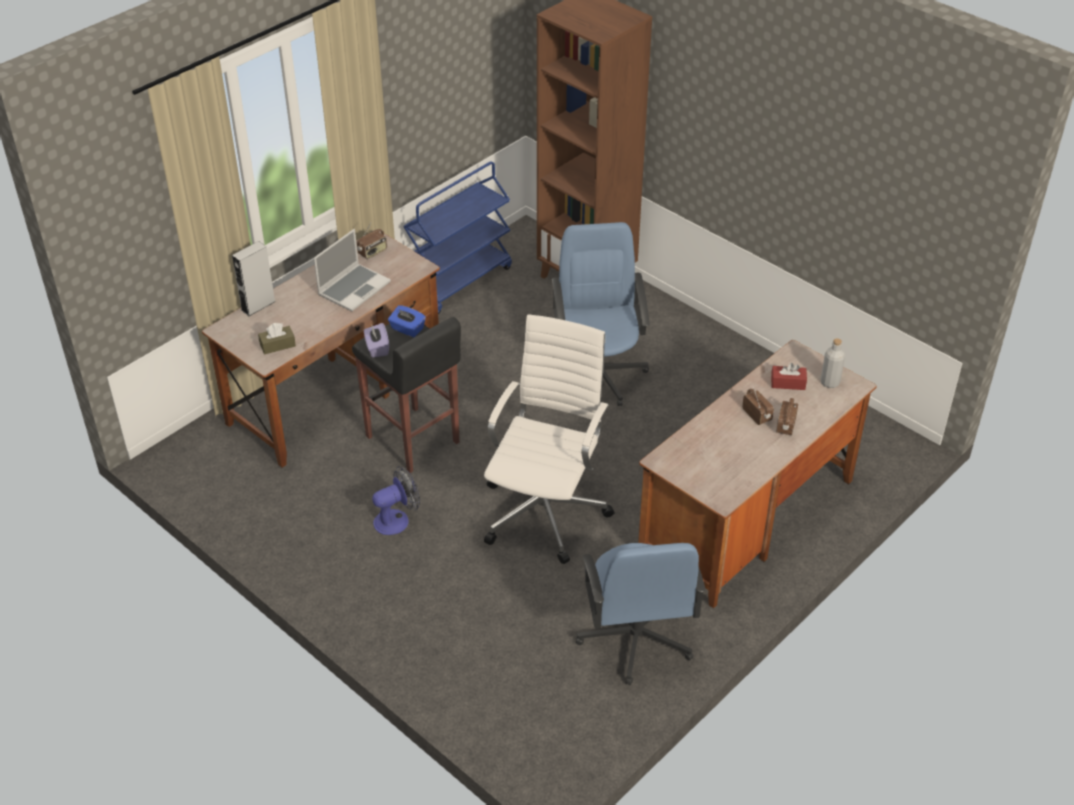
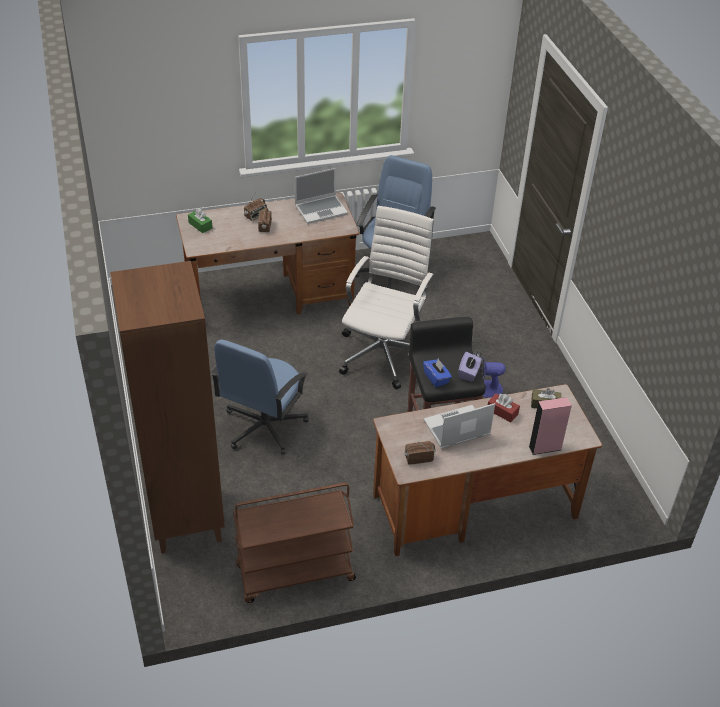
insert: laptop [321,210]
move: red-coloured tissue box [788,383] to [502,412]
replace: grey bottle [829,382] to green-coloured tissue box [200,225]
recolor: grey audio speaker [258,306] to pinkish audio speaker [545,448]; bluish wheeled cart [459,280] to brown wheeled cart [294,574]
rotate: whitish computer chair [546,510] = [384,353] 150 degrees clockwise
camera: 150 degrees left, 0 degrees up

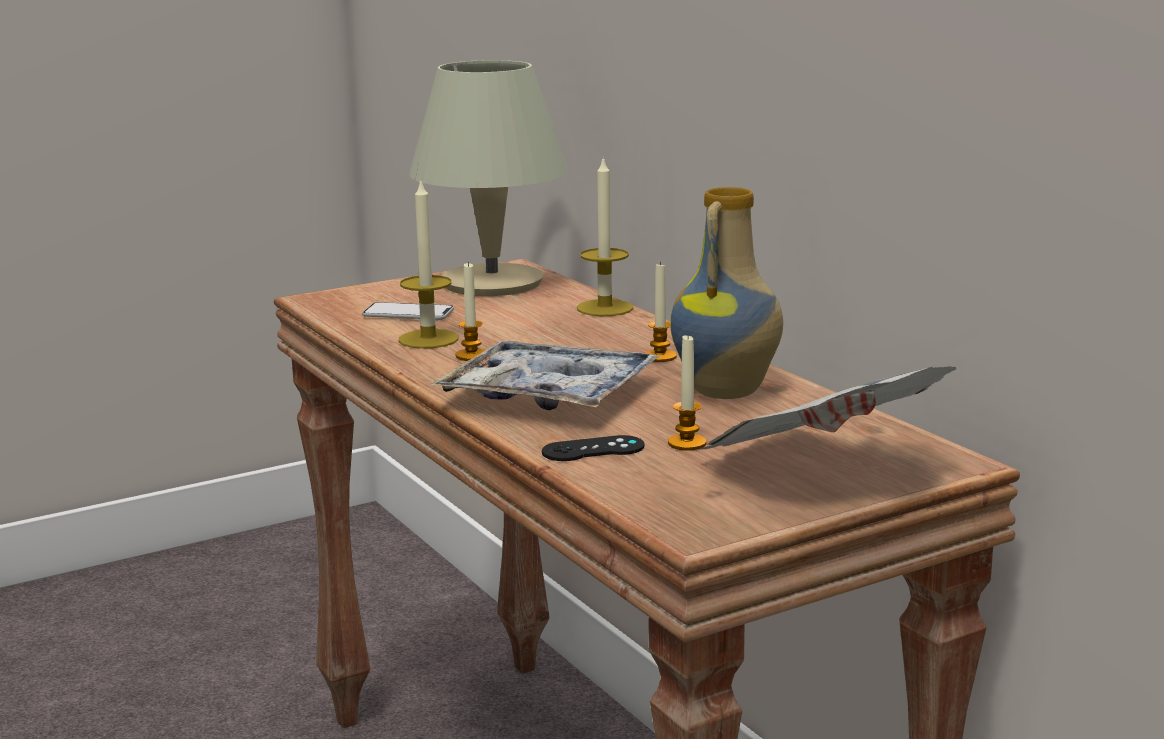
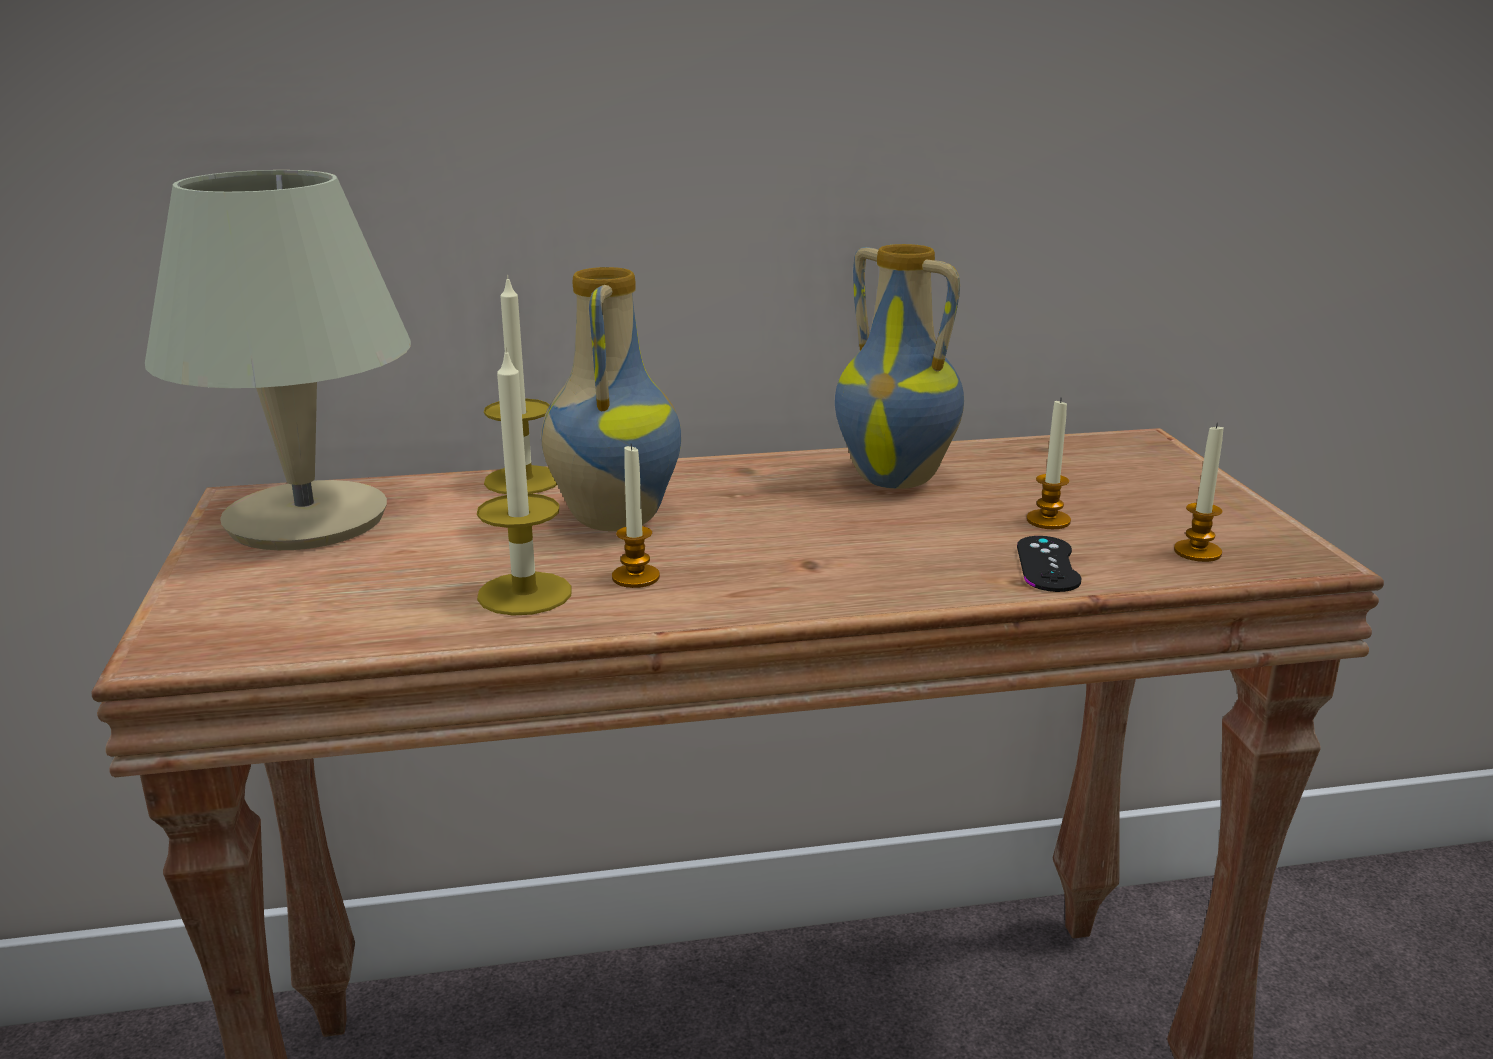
delete: telephone [408,313]; tray [548,395]; newspaper [821,473]
insert: flower vase [611,520]
move: wax light [660,357] to [1197,552]
camera: 70 degrees left, 5 degrees up

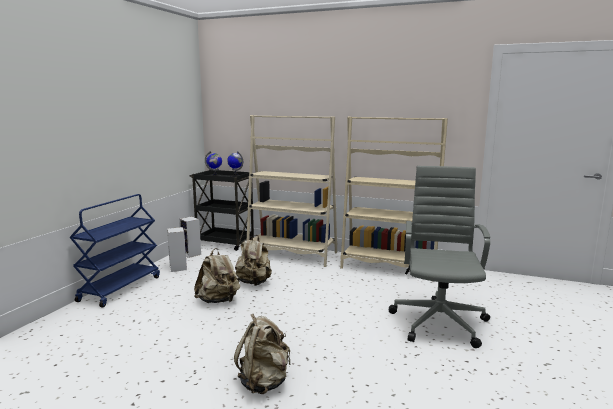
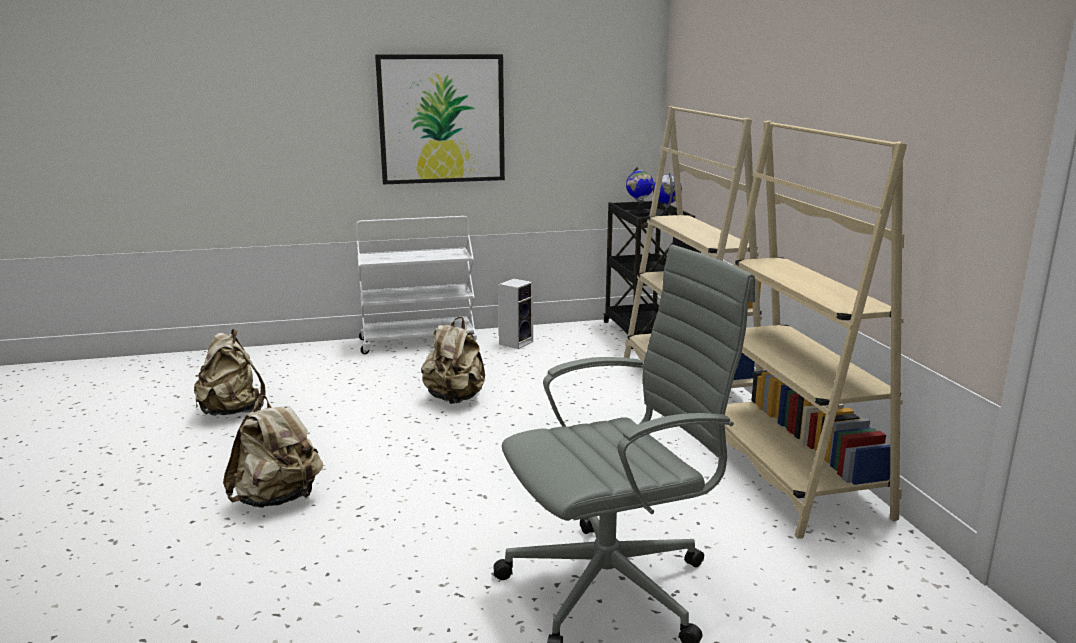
delete: audio speaker [192,254]
insert: wall art [441,119]
move: beige backpack [254,282] to [232,411]
recolor: bluish wheeled cart [120,288] to whitish wheeled cart [418,342]
camera: 55 degrees right, 5 degrees up

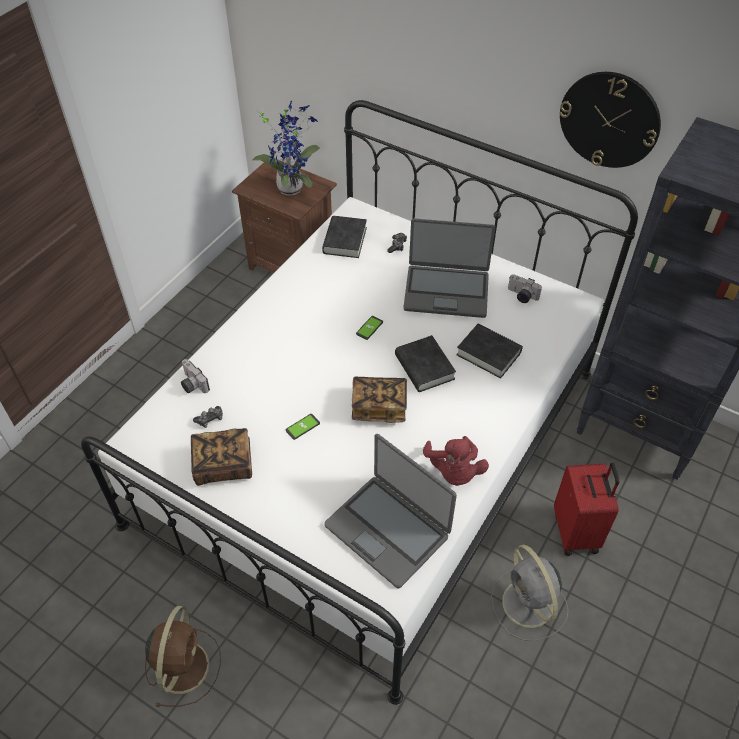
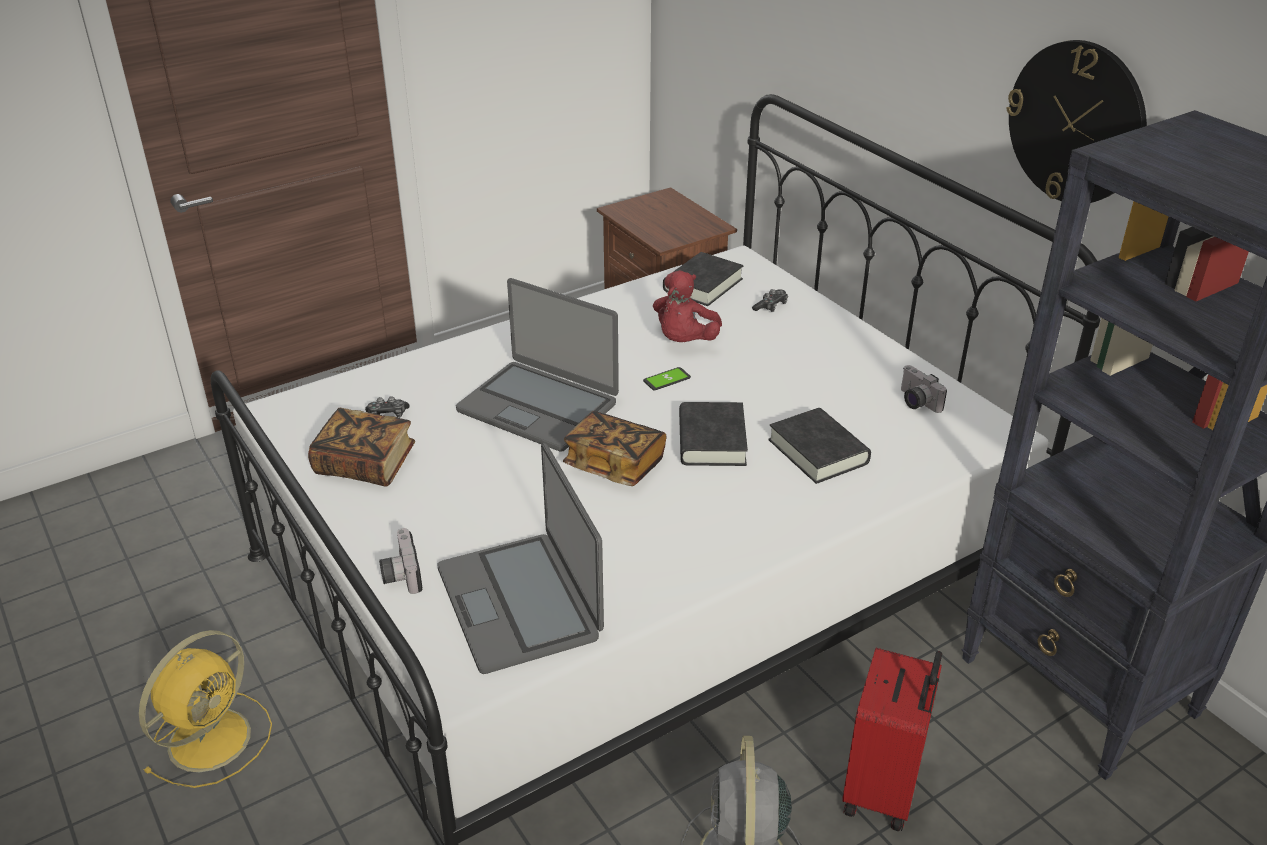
delete: potted plant [291,186]; telephone [302,427]
move: still camera [192,384] to [400,574]; laptop [446,291] to [538,406]; red-coloured soft toy [454,471] to [684,341]
recolor: brown electric fan [183,664] to yellowish electric fan [212,737]
camera: 25 degrees right, 15 degrees down

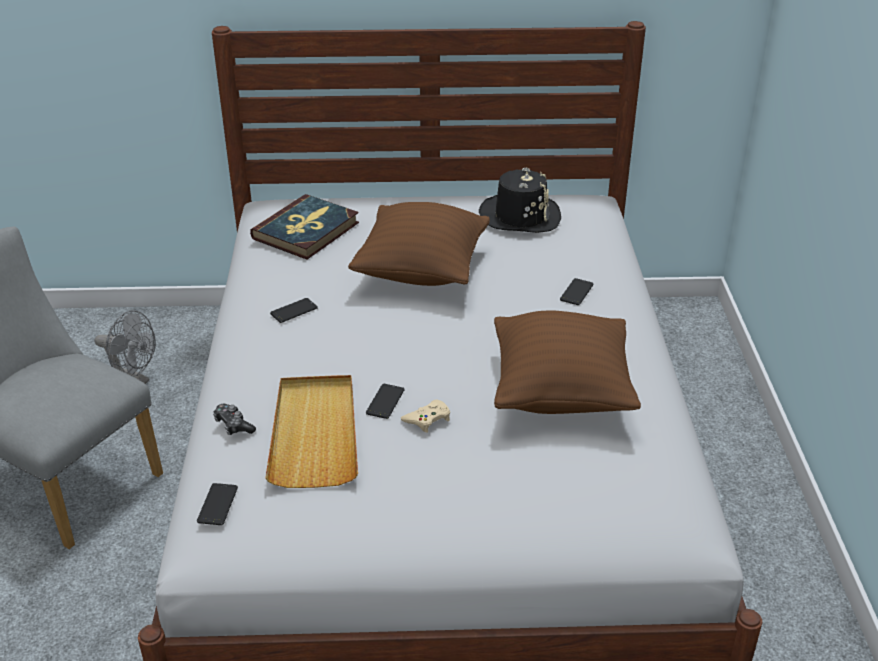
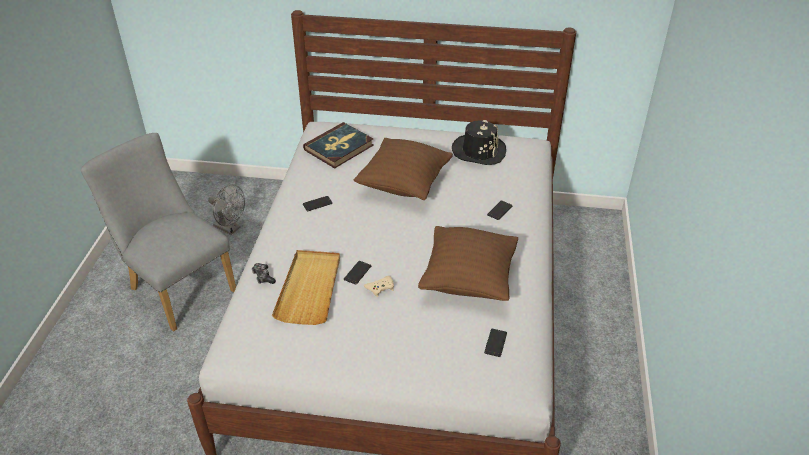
move: telephone [217,504] to [495,343]
camera: 10 degrees right, 5 degrees up

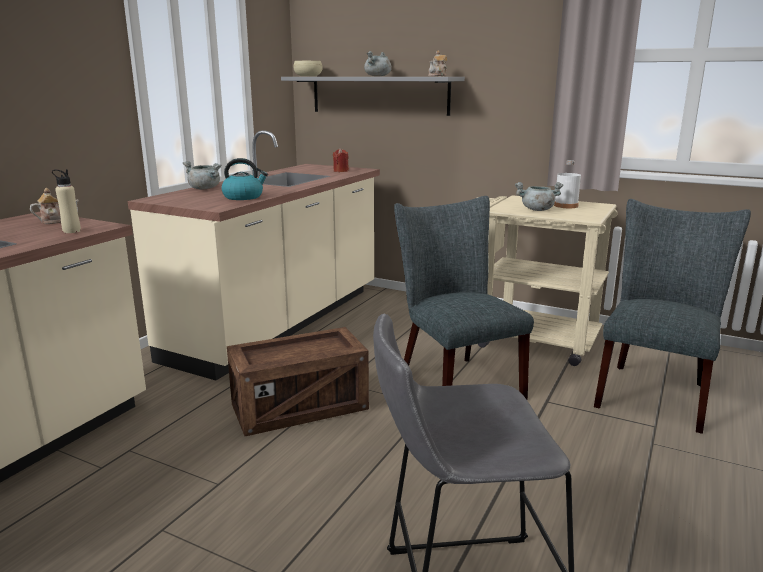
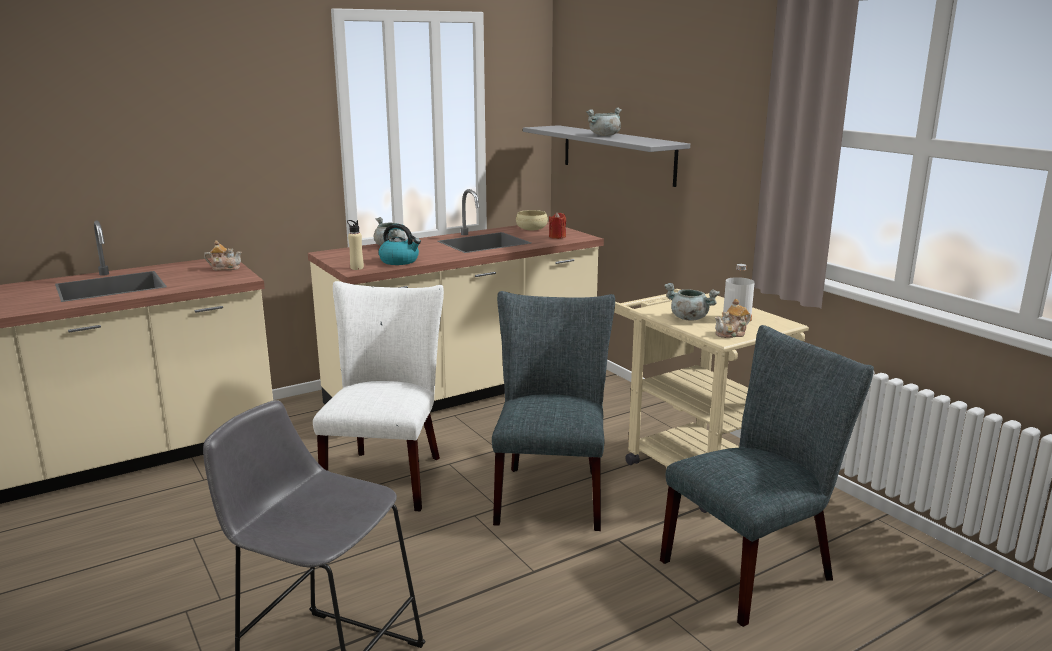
move: beige bottle [71,231] to [357,268]; beige deep dish [308,76] to [531,228]; pot for tea [438,76] to [732,334]
replace: shipping crate [300,407] to whitish chair [387,475]
camera: 30 degrees right, 0 degrees up

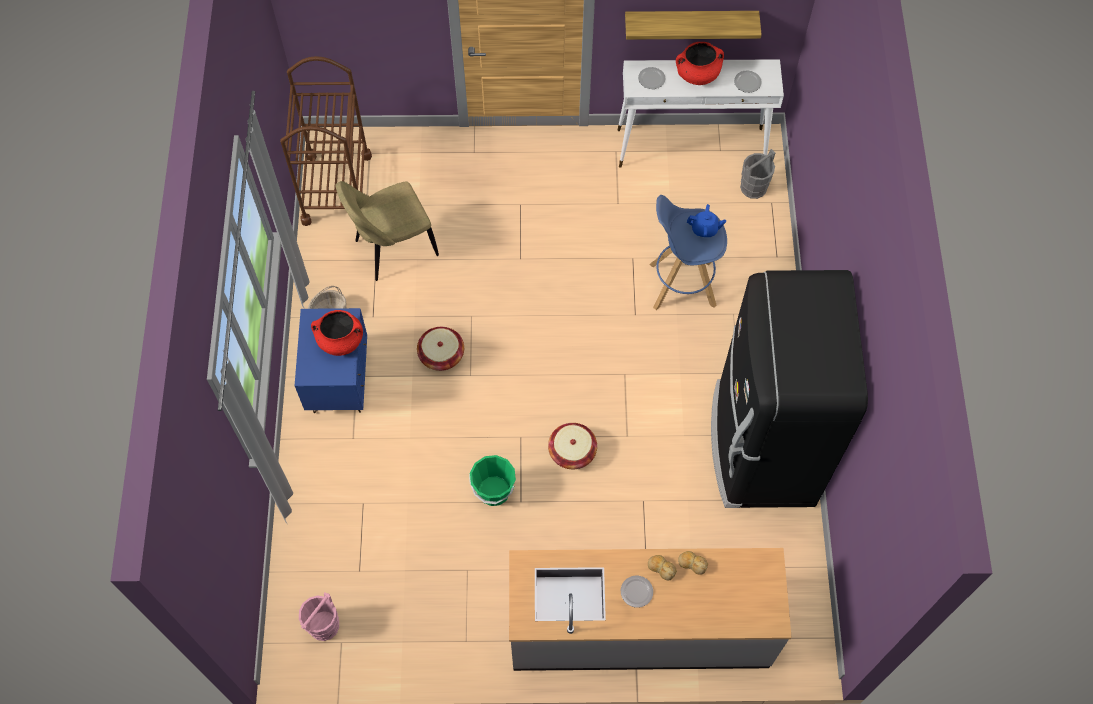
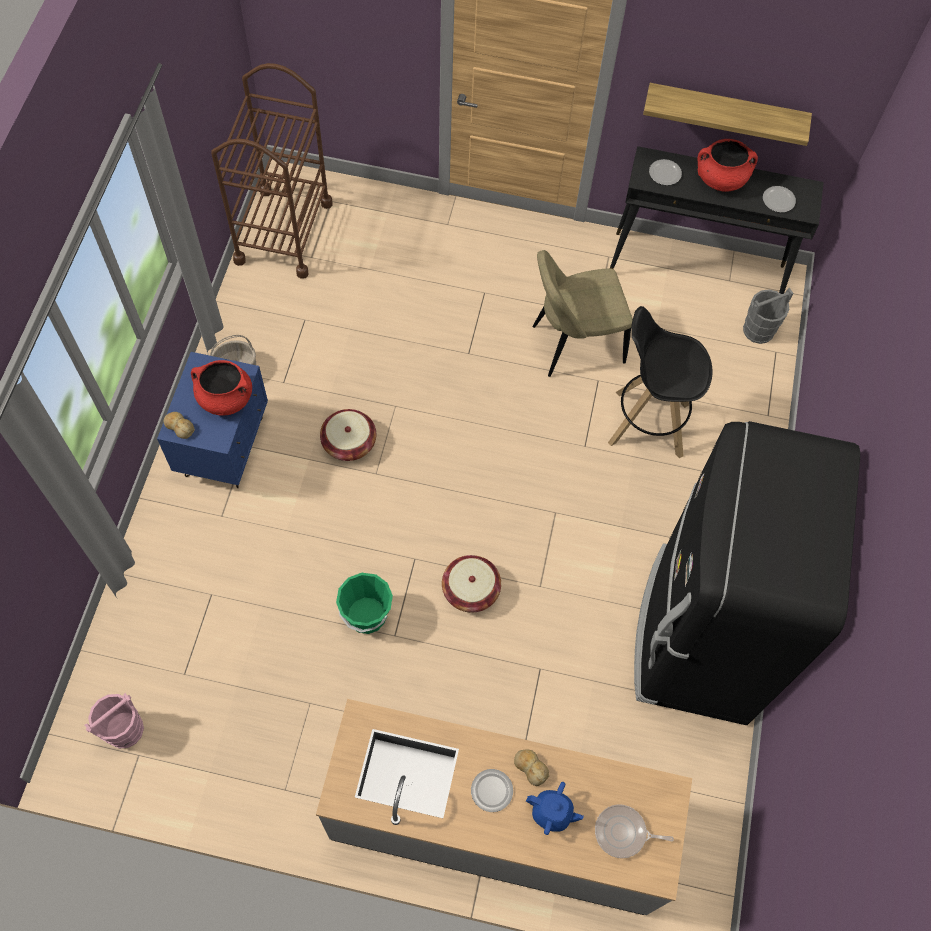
insert: frying pan [623,833]
move: beige chair [392,249] to [573,345]; bakery bread [692,563] to [179,427]; bluish pot for tea [704,229] to [552,813]
recolor: whitish hall table [691,147] to black-coloured hall table [697,270]; bluish stool seat [681,284] to black-coloured stool seat [647,423]
camera: 10 degrees right, 0 degrees up

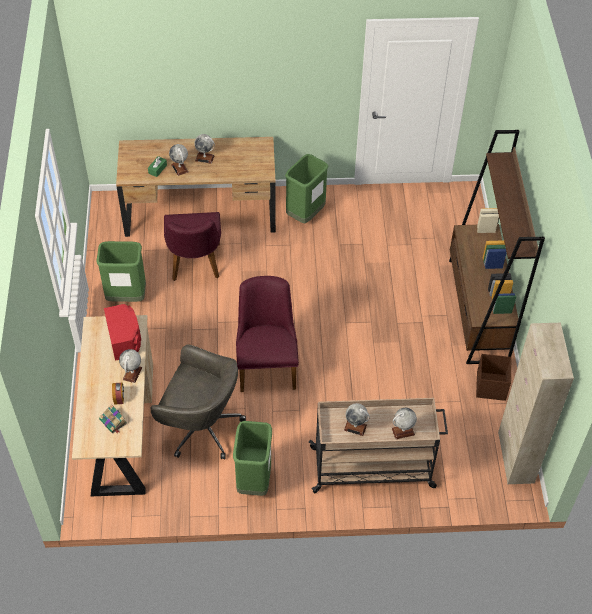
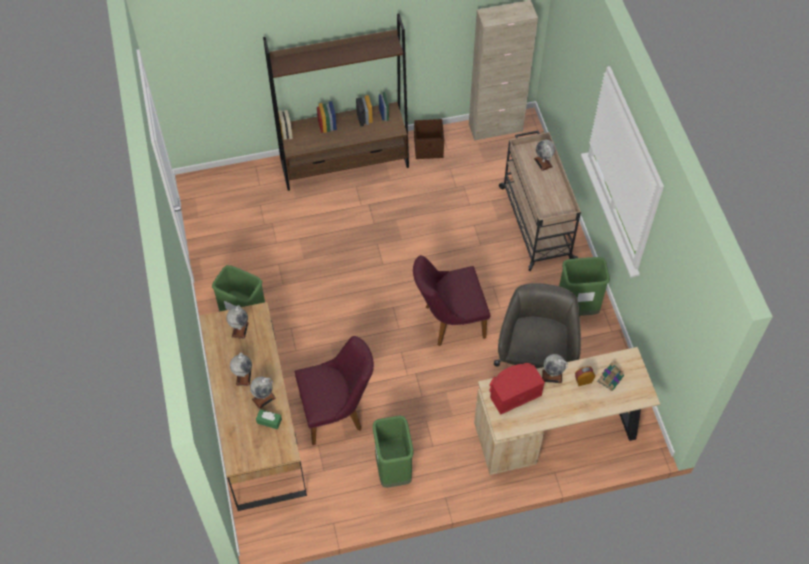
move: world globe [355,427] to [240,329]
camera: 100 degrees left, 5 degrees up

